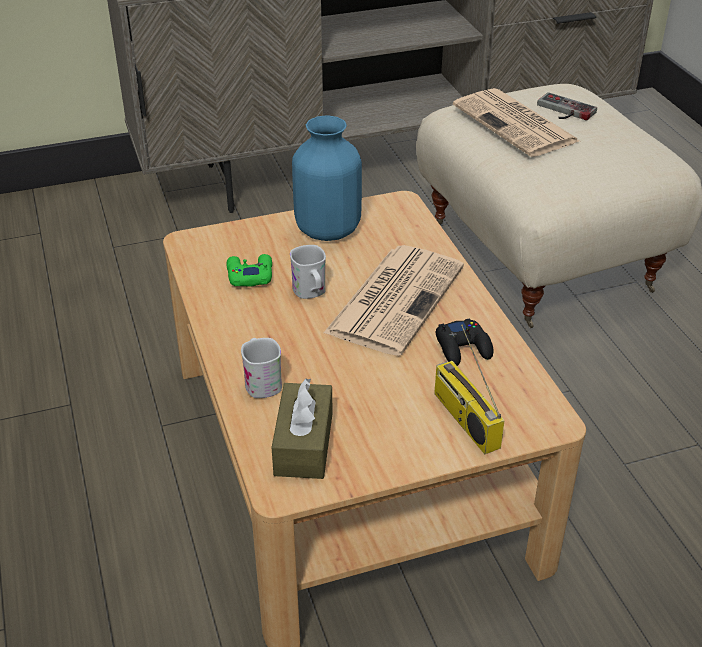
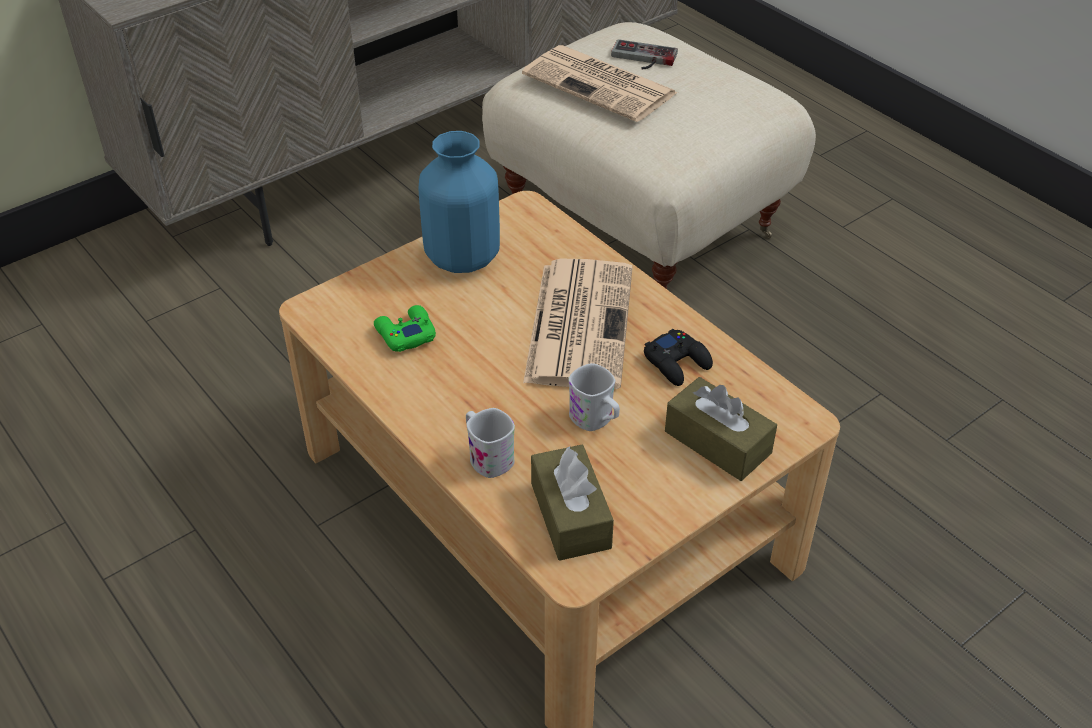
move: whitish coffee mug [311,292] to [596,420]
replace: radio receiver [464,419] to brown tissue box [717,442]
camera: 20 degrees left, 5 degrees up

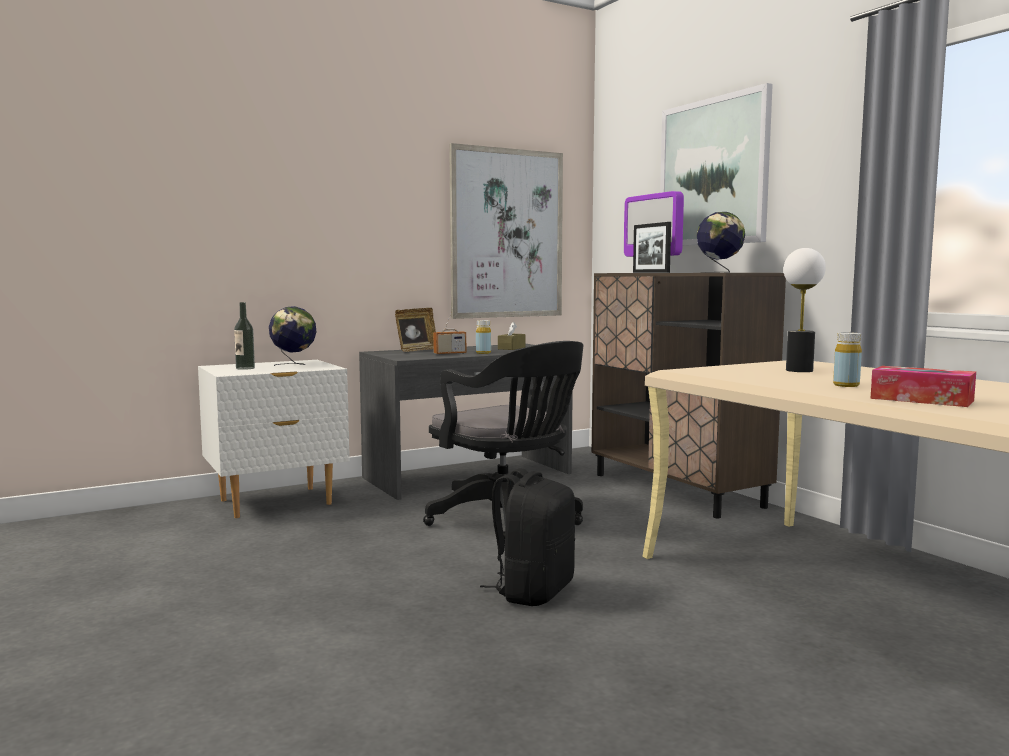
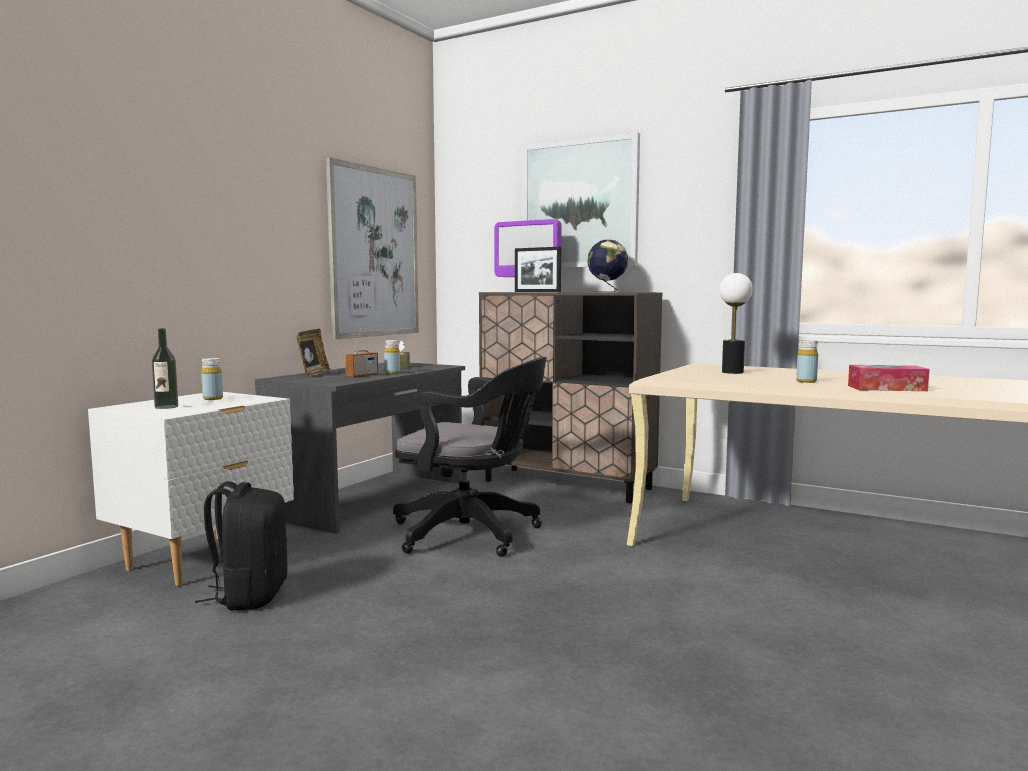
move: black-coloured backpack [533,591] to [249,596]
replace: world globe [294,365] to yellowish bottle [212,398]
camera: 30 degrees left, 0 degrees up

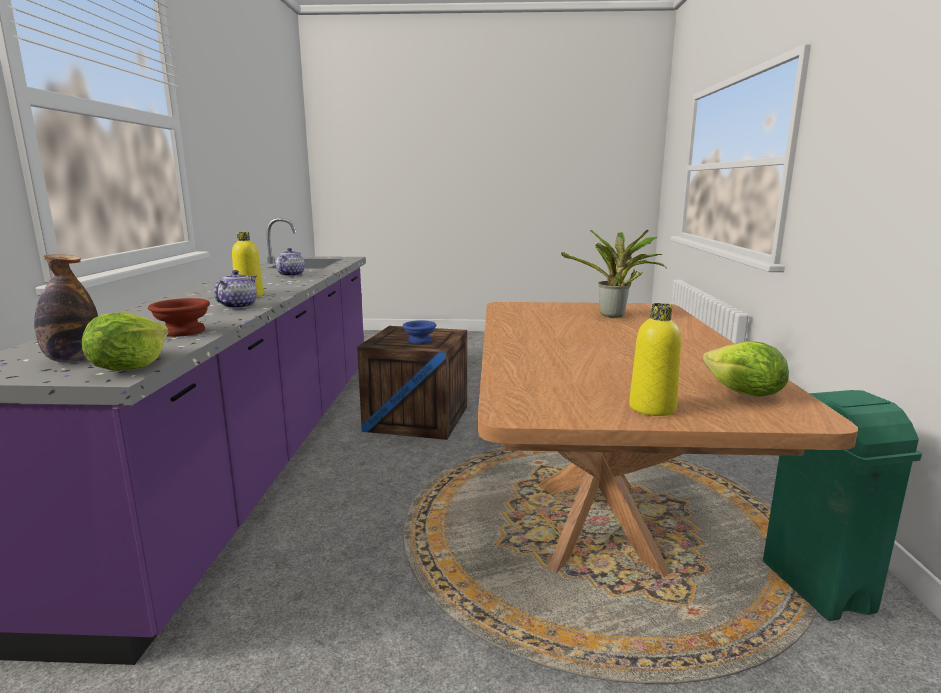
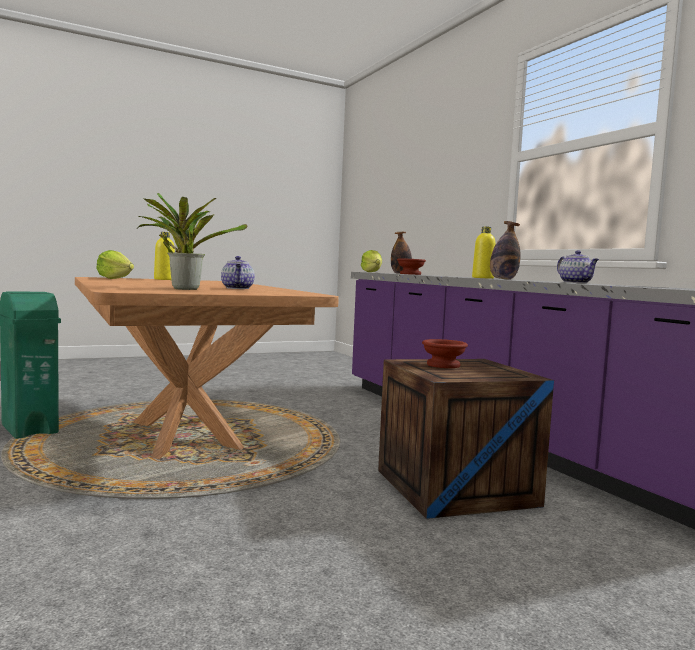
insert: bottle [503,279]
move: pot for tea [238,306] to [238,288]
recolor: bluish deep dish [420,341] to brown deep dish [442,365]
camera: 150 degrees right, 10 degrees down

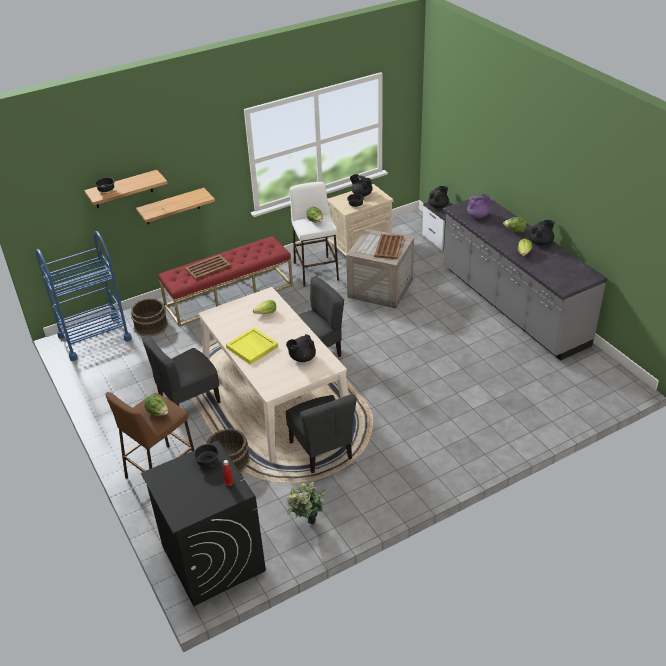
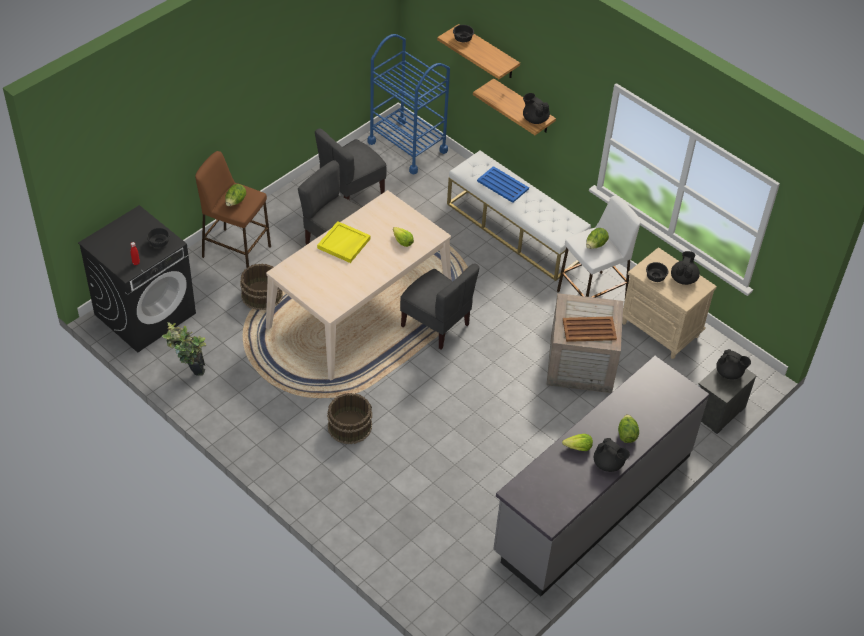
delete: purple-coloured pot for tea [478,216]
move: brown bucket [150,325] to [349,426]; black-coloured pot for tea [302,358] to [535,119]; grey chair [322,450] to [351,191]
recolor: red-coloured long seat [229,295] to whitish long seat [515,230]; brown tray [208,267] to bluish tray [503,185]
camera: 70 degrees right, 10 degrees up

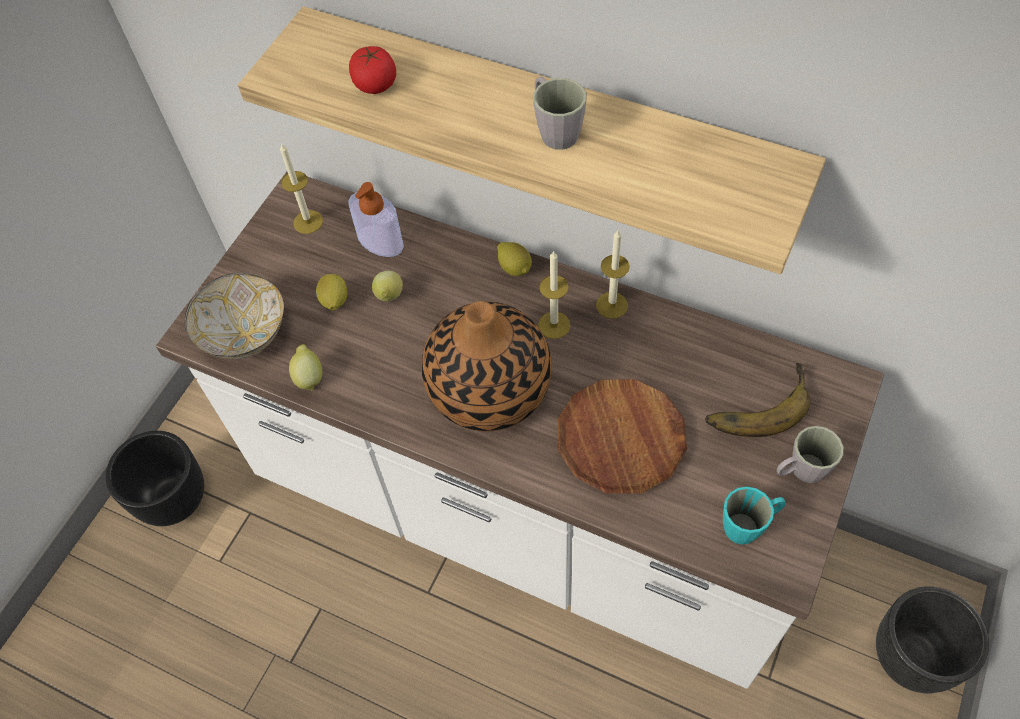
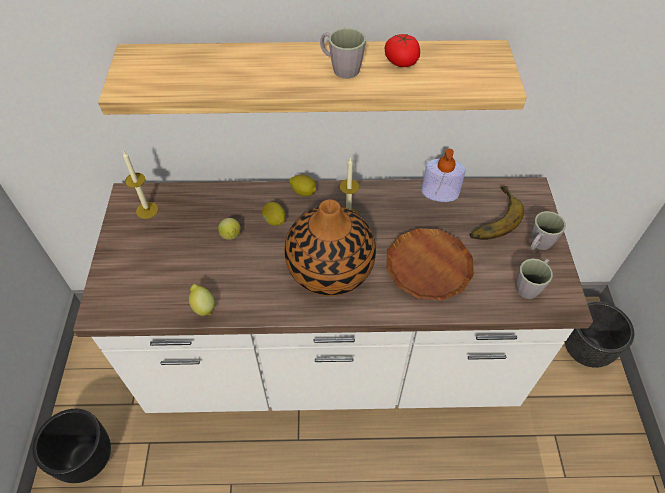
delete: deep dish [245,336]; wax light [612,305]
move: lemon [334,301] to [274,221]; soap bottle [380,241] to [440,193]; whole tomato [375,83] to [401,61]
recolor: blue-green coffee mug [749,525] to grey coffee mug [530,285]
camera: 30 degrees left, 5 degrees down

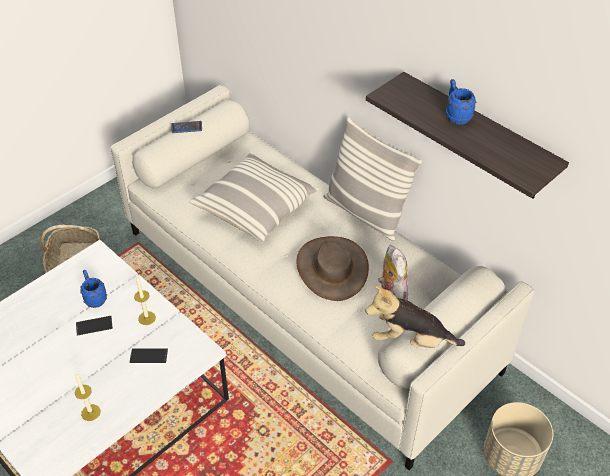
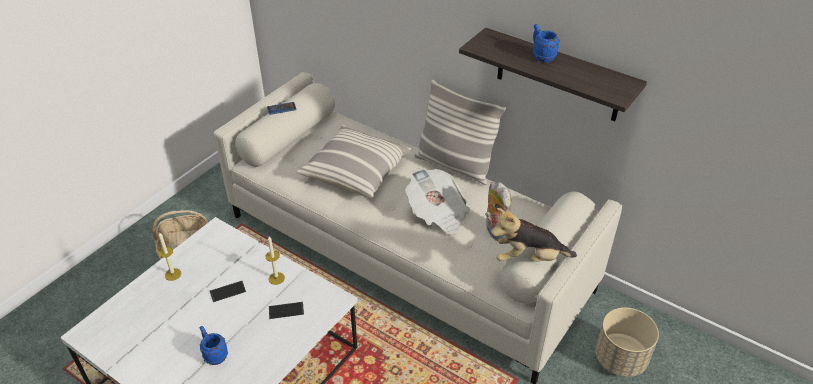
move: wax light [90,412] to [173,274]; bluish coffee mug [94,298] to [214,354]
replace: brown hat [332,268] to newspaper [437,213]
camera: 10 degrees left, 5 degrees down

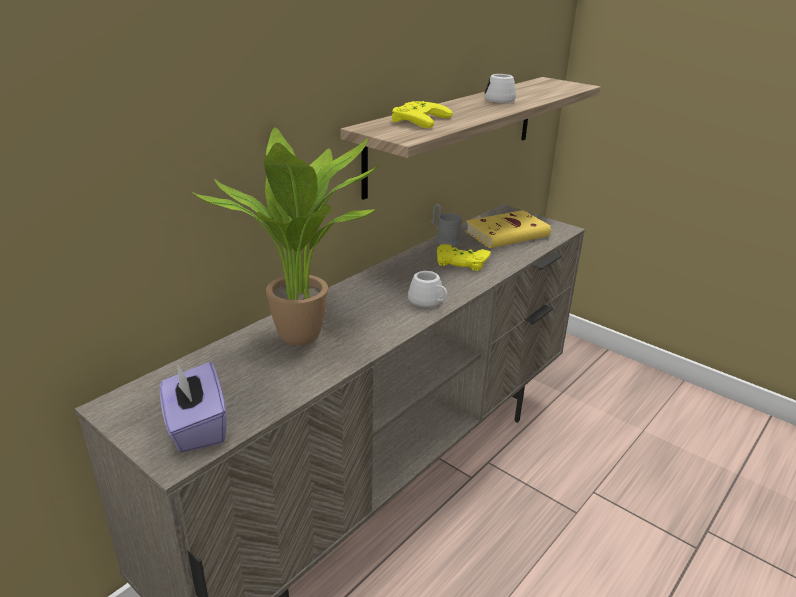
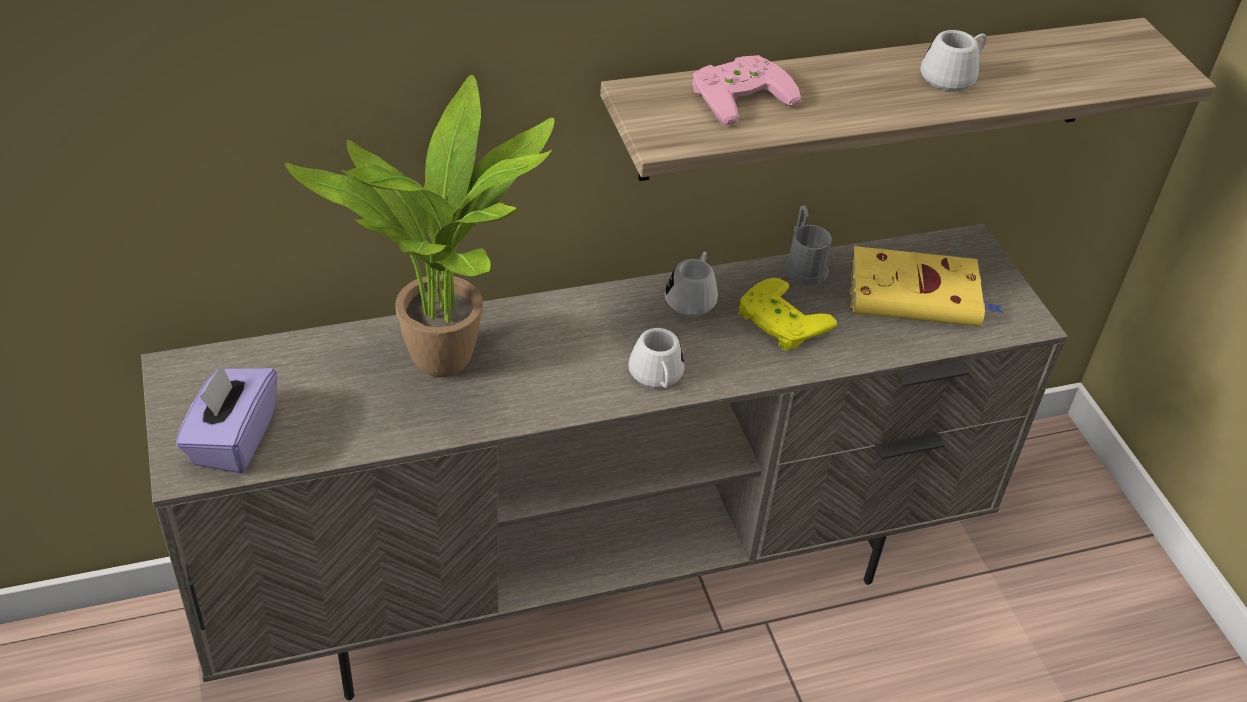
insert: whitish coffee mug [692,295]
recolor: yellowish gamepad [417,119] to pinkish gamepad [738,93]
camera: 30 degrees right, 15 degrees up

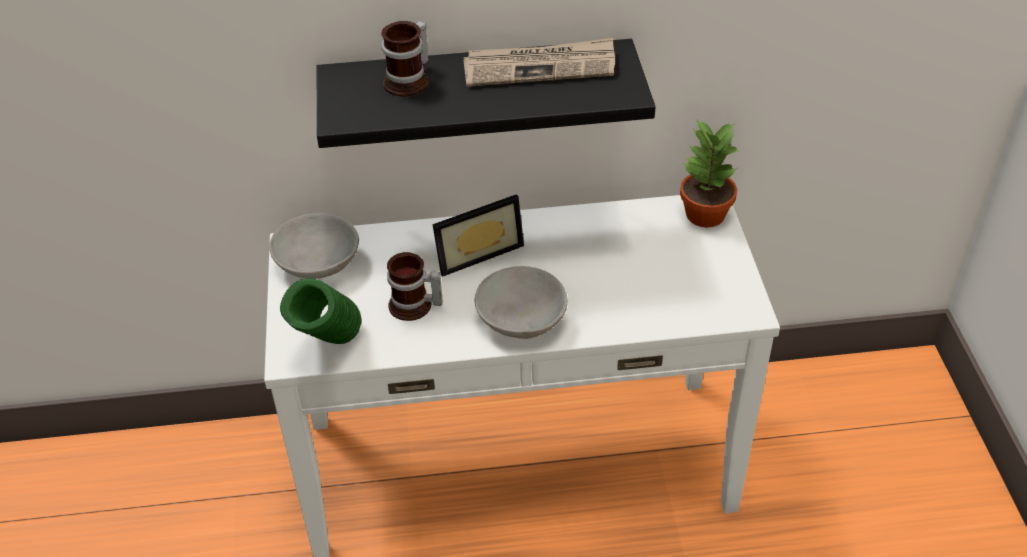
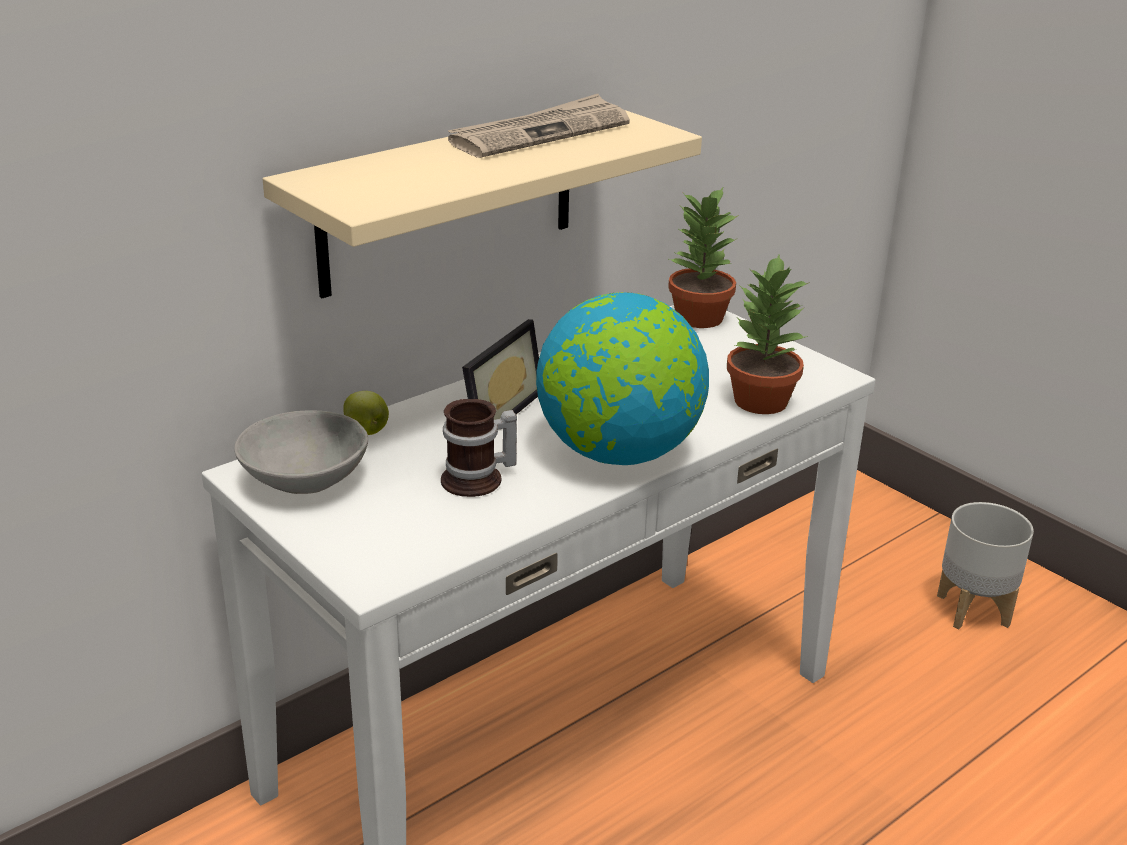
delete: green-coloured flower vase [329,349]; coffee mug [410,81]
insert: apple fruit [367,431]; potted plant [759,402]; grey planter [973,611]
replace: grey deep dish [521,321] to world globe [618,453]
recolor: black-coloured shelf [477,92] to beige shelf [449,199]
camera: 35 degrees left, 15 degrees down

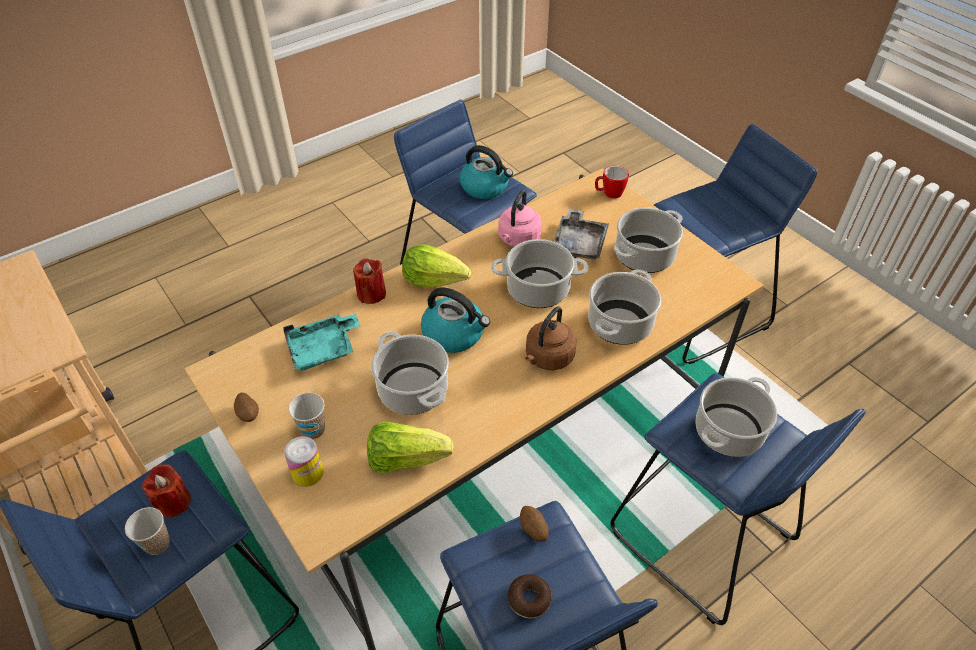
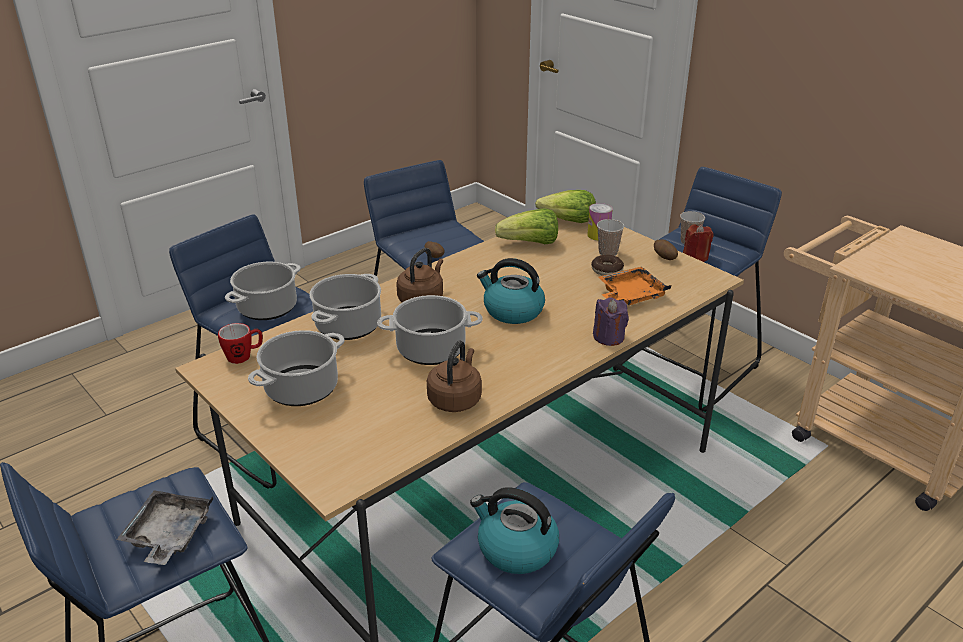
delete: stockpot [412,390]
move: head of lettuce [434,279] to [567,221]; donut [529,599] to [607,270]; grey tray [579,243] to [168,535]; coffee mug [609,193] to [244,356]
recolor: blue-green tray [323,349] to orange tray [630,295]; red-coloured wax light [371,294] to purple-coloured wax light [608,337]; pinkish kettle [518,239] to brown kettle [455,399]
camera: 175 degrees right, 15 degrees down

